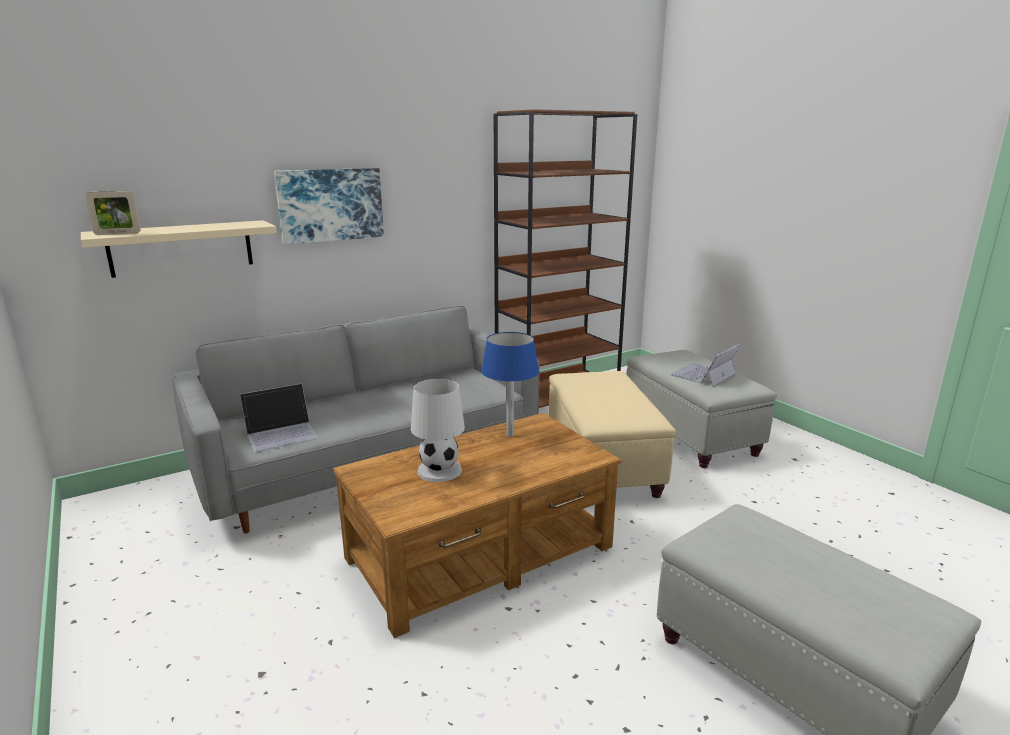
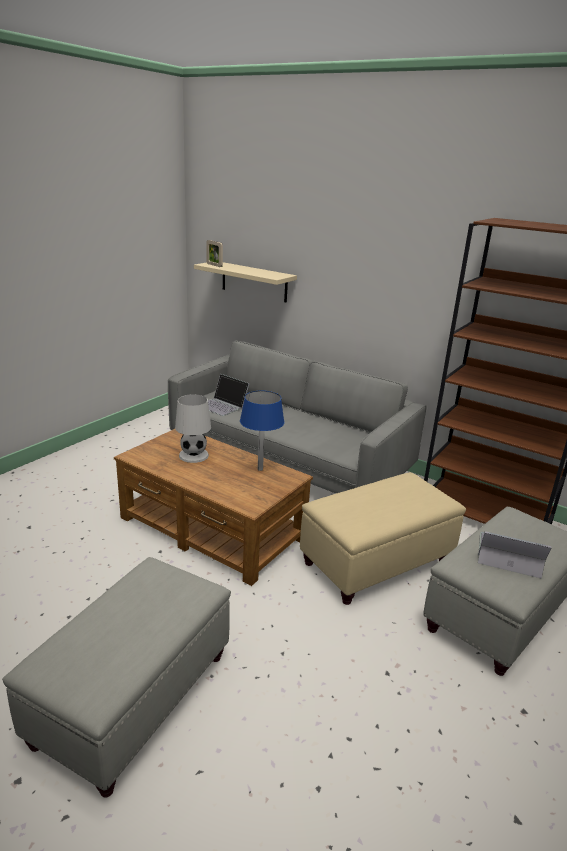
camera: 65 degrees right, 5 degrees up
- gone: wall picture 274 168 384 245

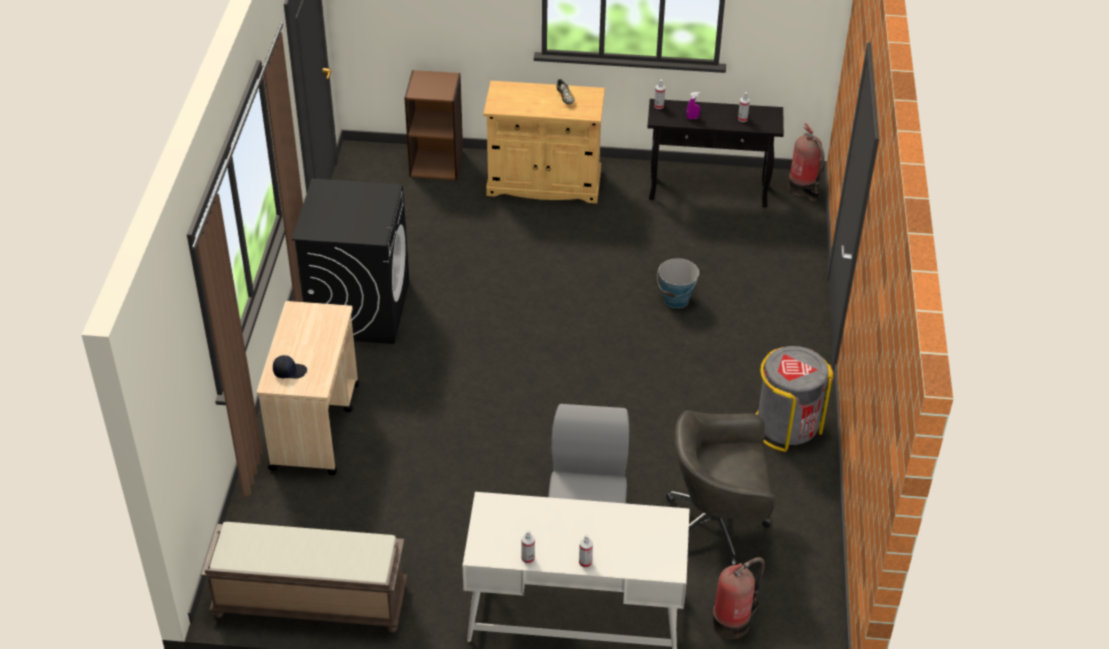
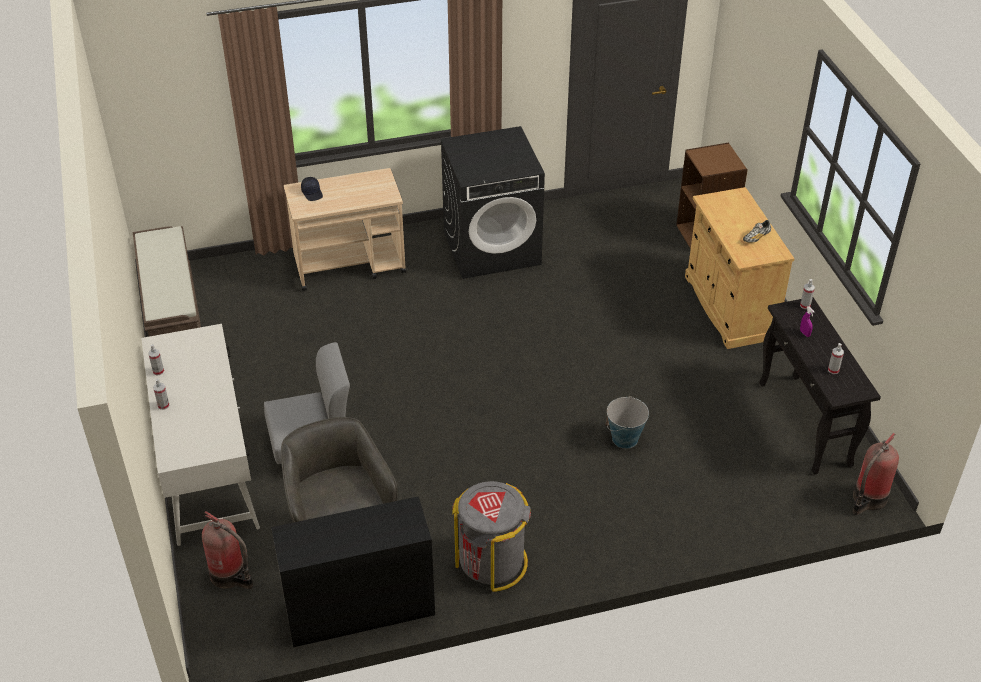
camera: 70 degrees right, 0 degrees up
- new: blackish desk unit 271 496 435 647

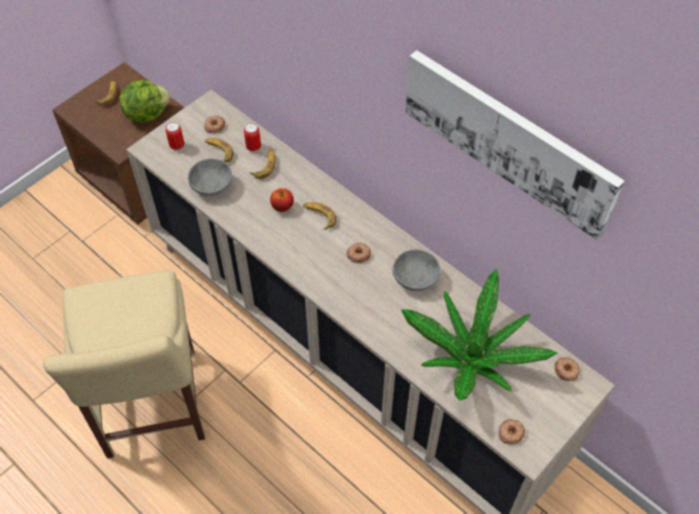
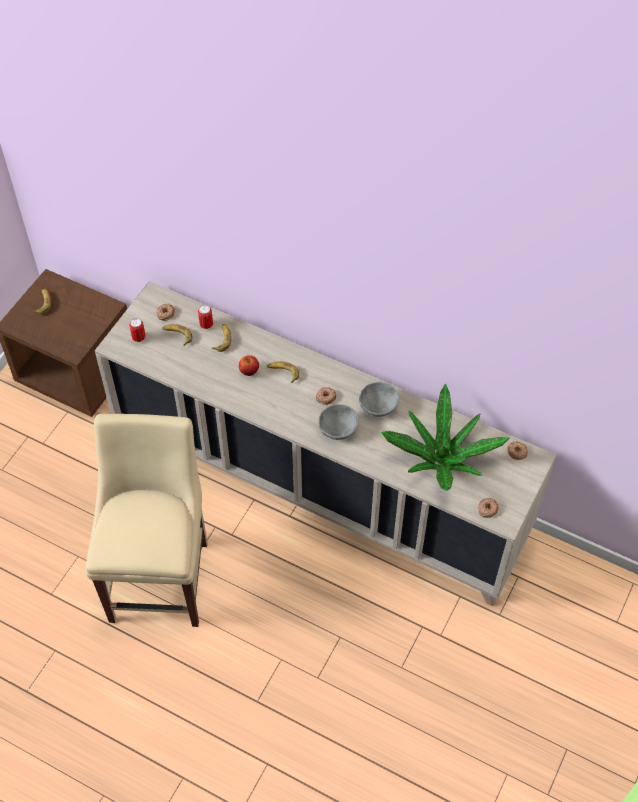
camera: 15 degrees left, 0 degrees up
- rotated: beige upright chair 43 270 205 459 = 85 414 208 627 150 degrees counterclockwise
- shifted: grey serving bowl 188 158 232 196 to 318 404 359 440
- gone: head of lettuce 119 80 171 123
- gone: wall picture 405 50 624 240

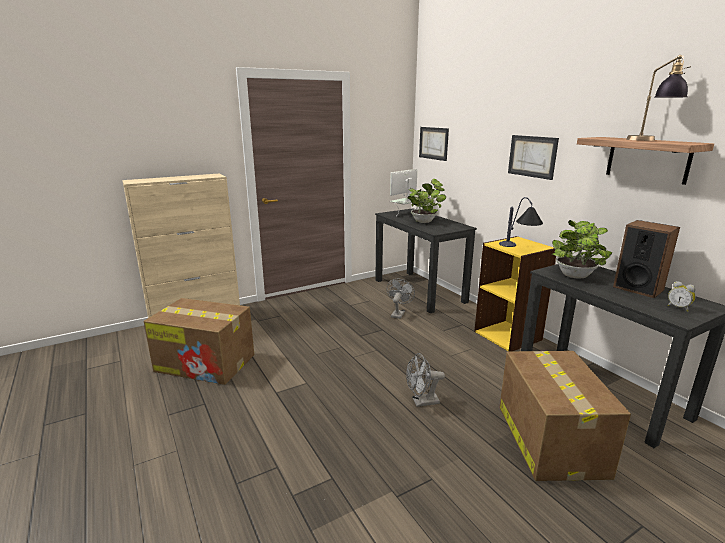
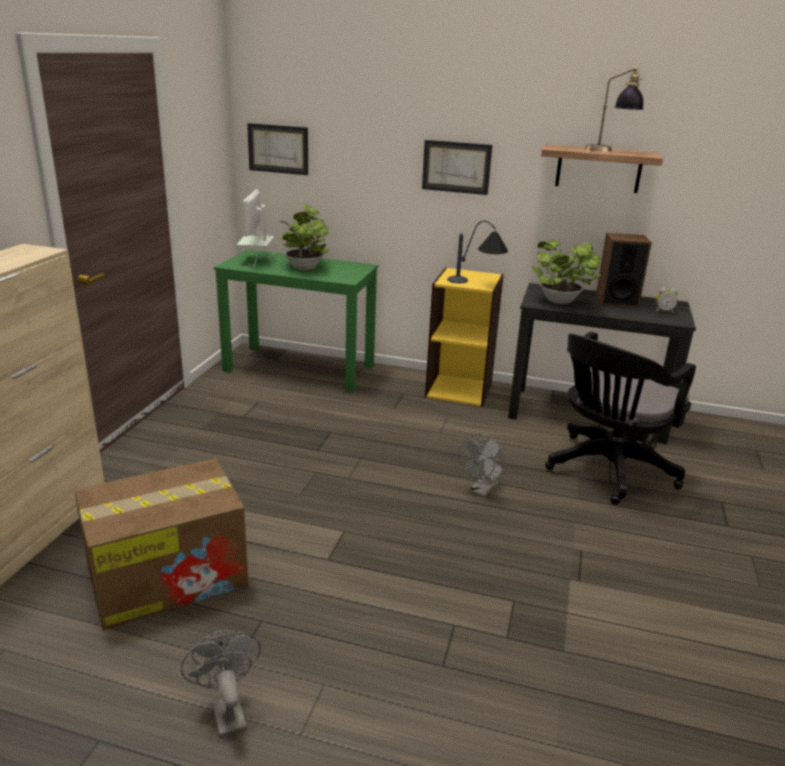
camera: 45 degrees left, 5 degrees up
- shifted: grey fan 387 279 415 319 to 181 630 261 739
- repainted: blackish desk unit 375 208 477 313 to green-coloured desk unit 214 249 378 393
- swapped: carton 499 351 631 481 to blackish computer chair 545 332 696 505

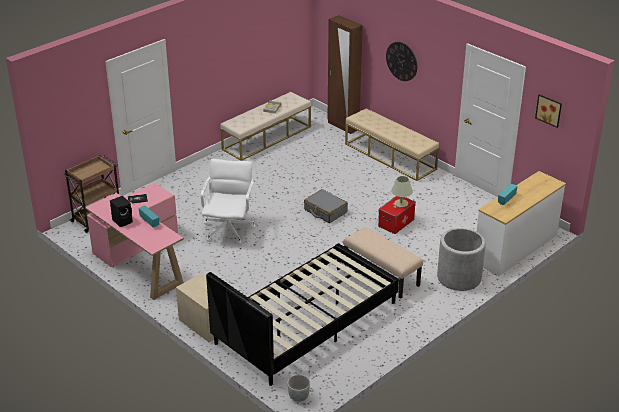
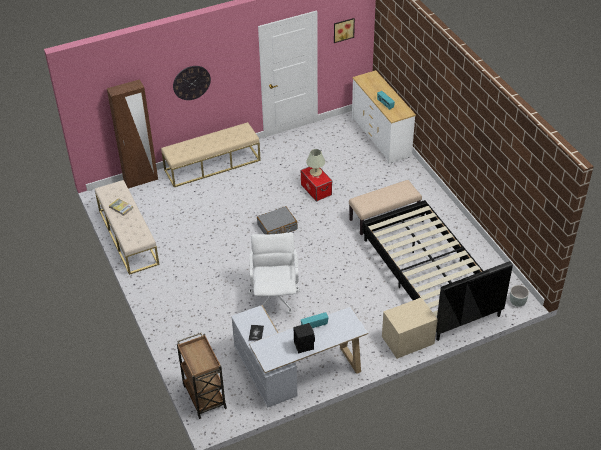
camera: 70 degrees left, 10 degrees up
- repainted: pink desk unit 85 183 184 300 to white-coloured desk unit 231 305 368 408
- rotated: white-coloured computer chair 201 159 255 244 = 248 233 300 314 60 degrees clockwise
- gone: grey flower pot 437 228 486 291

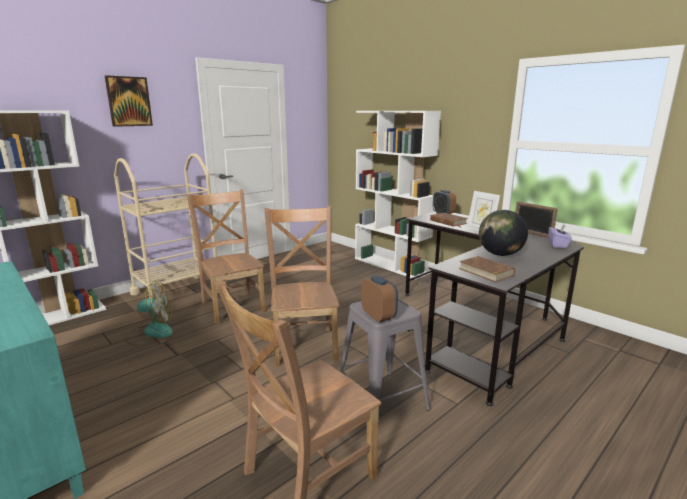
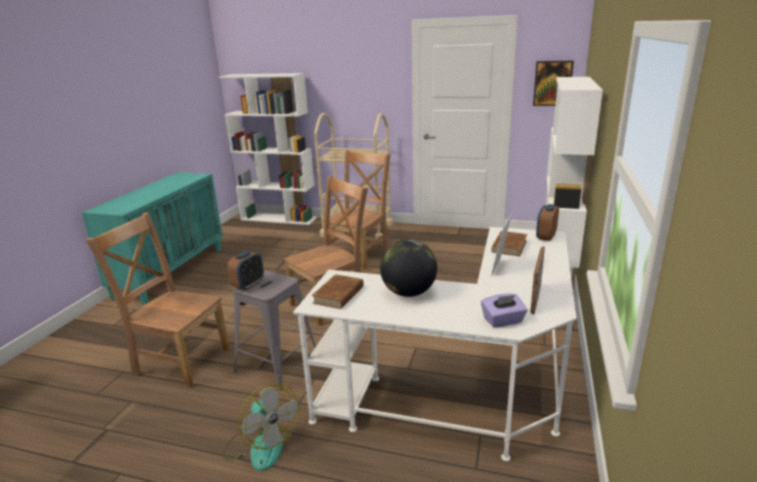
camera: 60 degrees right, 5 degrees up
- shifted: fan 126 281 173 346 to 222 383 299 471
- repainted: blackish desk unit 405 211 584 406 to white-coloured desk unit 293 227 577 461
- shifted: wall picture 105 75 153 127 to 533 61 574 106

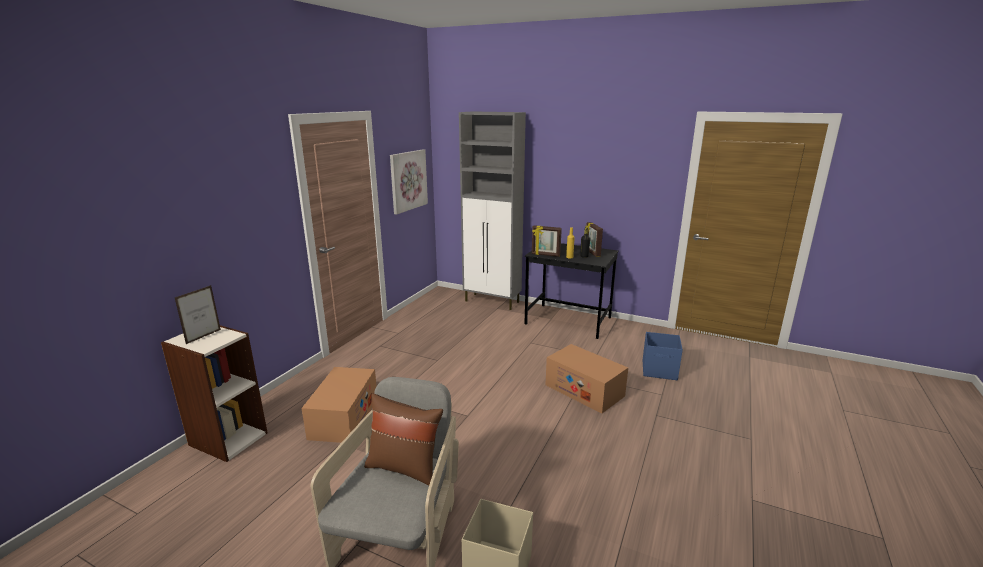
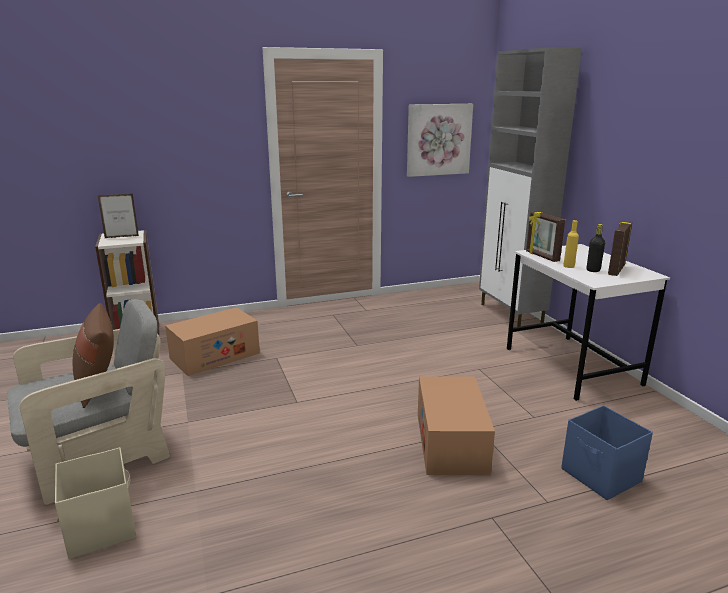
camera: 45 degrees right, 0 degrees up
- repainted: blackish desk unit 524 243 619 339 to white-coloured desk unit 507 244 670 401

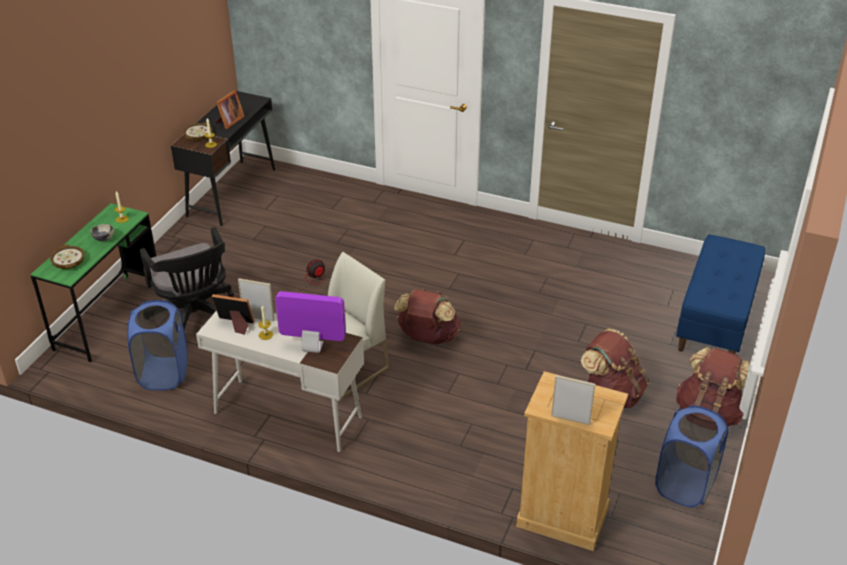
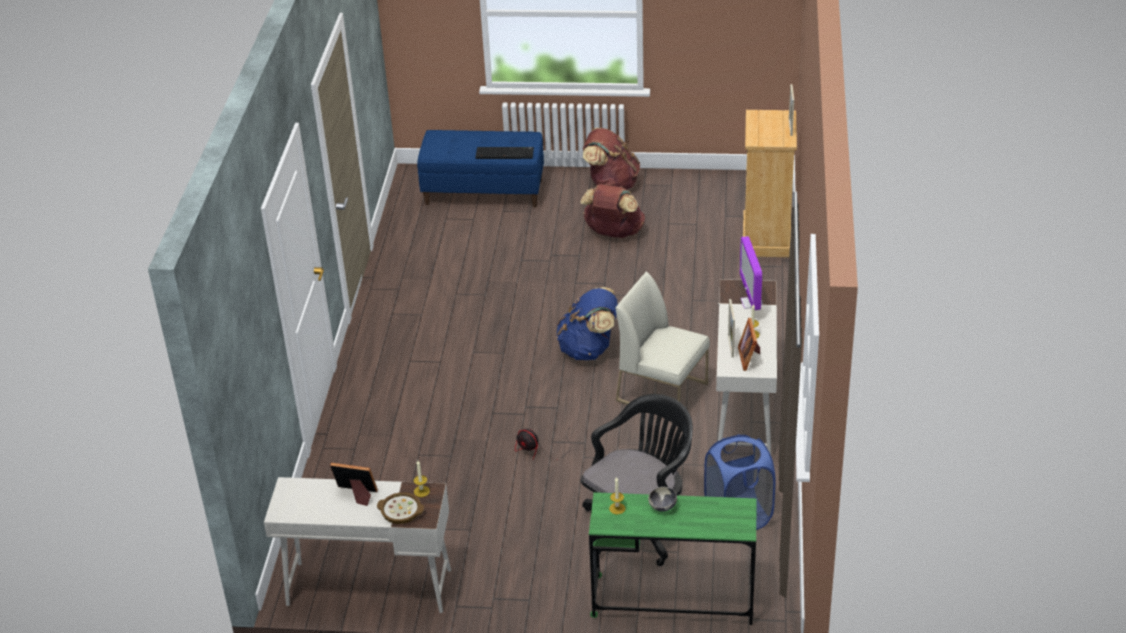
camera: 105 degrees left, 0 degrees up
- repainted: blackish desk unit 171 90 275 226 to white-coloured desk unit 264 477 451 613
- new: PC keyboard 476 147 534 159
- repainted: brown knapsack 394 289 462 344 to blue knapsack 557 287 617 360
- gone: serving bowl 50 244 85 269
- gone: blue hamper 655 405 729 508

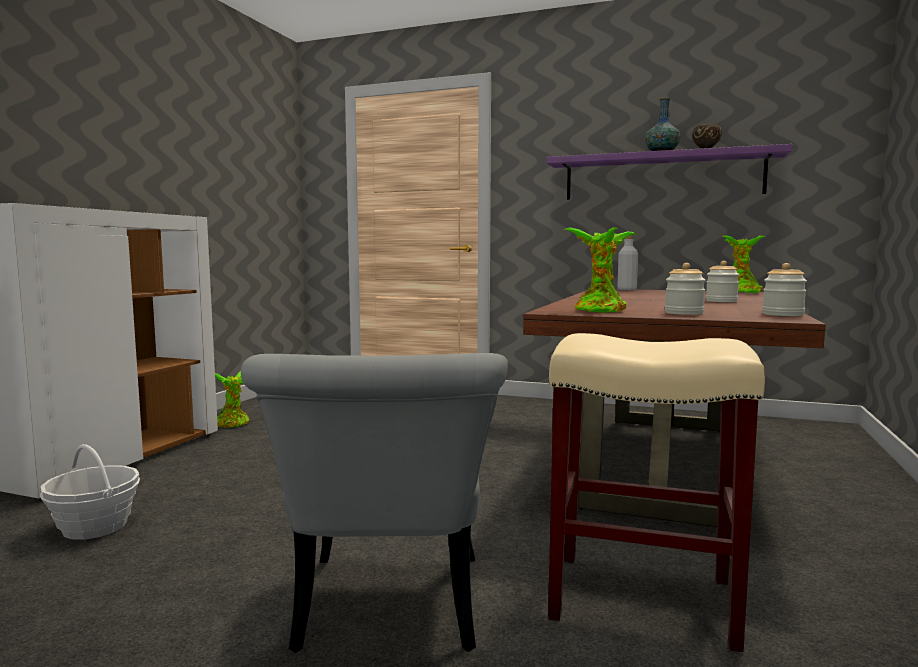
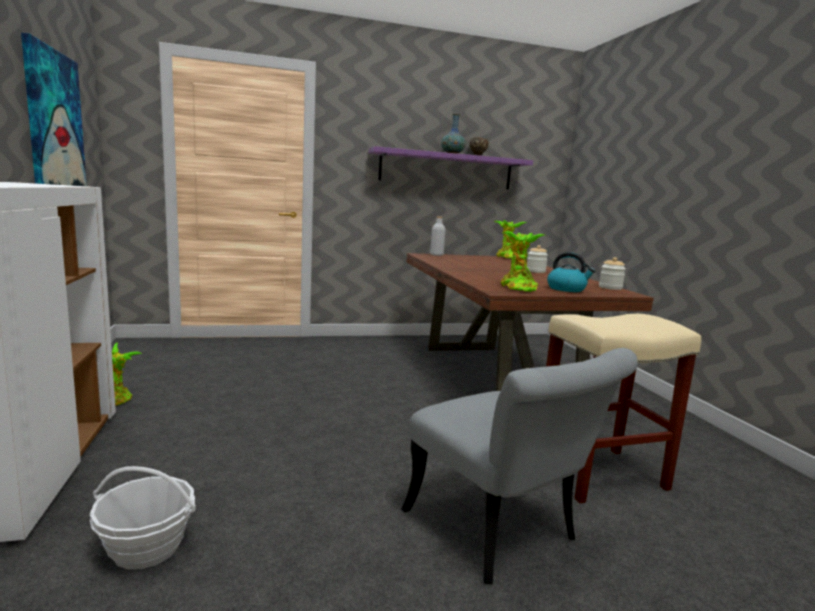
camera: 35 degrees left, 5 degrees up
- new: wall picture 21 33 86 186
- swapped: jar 665 263 706 315 to water kettle 547 252 595 292

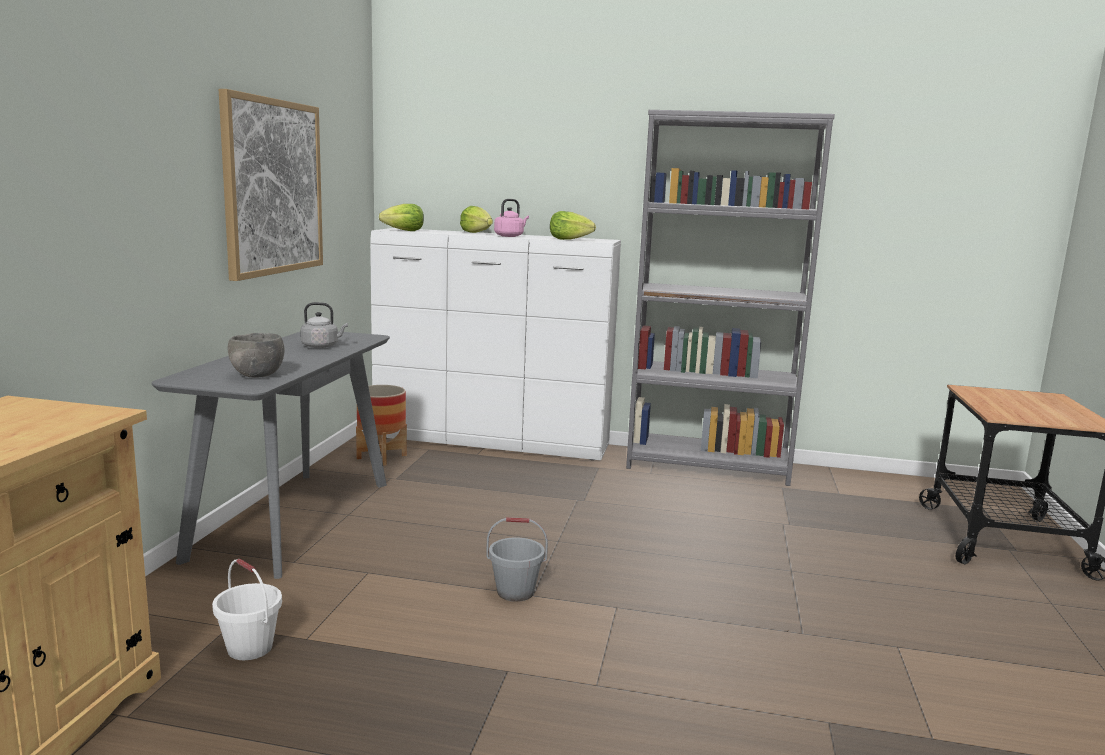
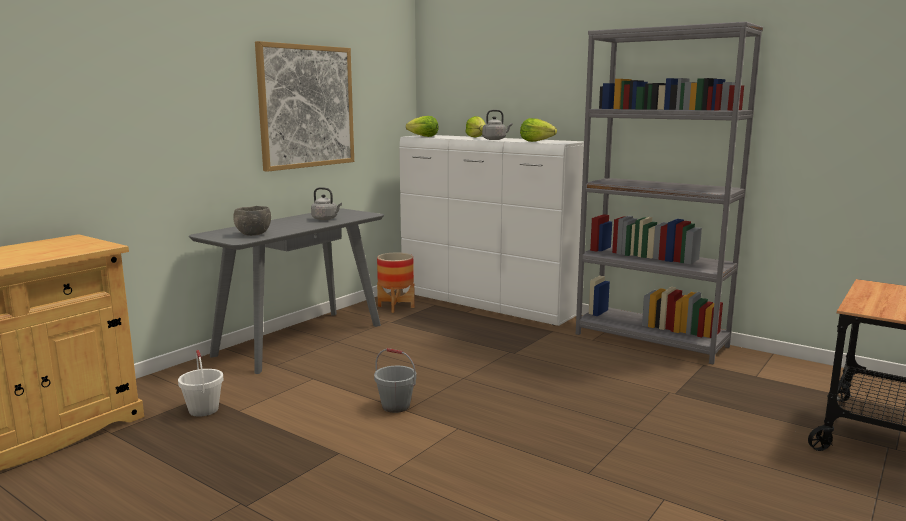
camera: 25 degrees right, 0 degrees up
- repainted: pink water kettle 494 199 529 237 to grey water kettle 482 110 513 140

